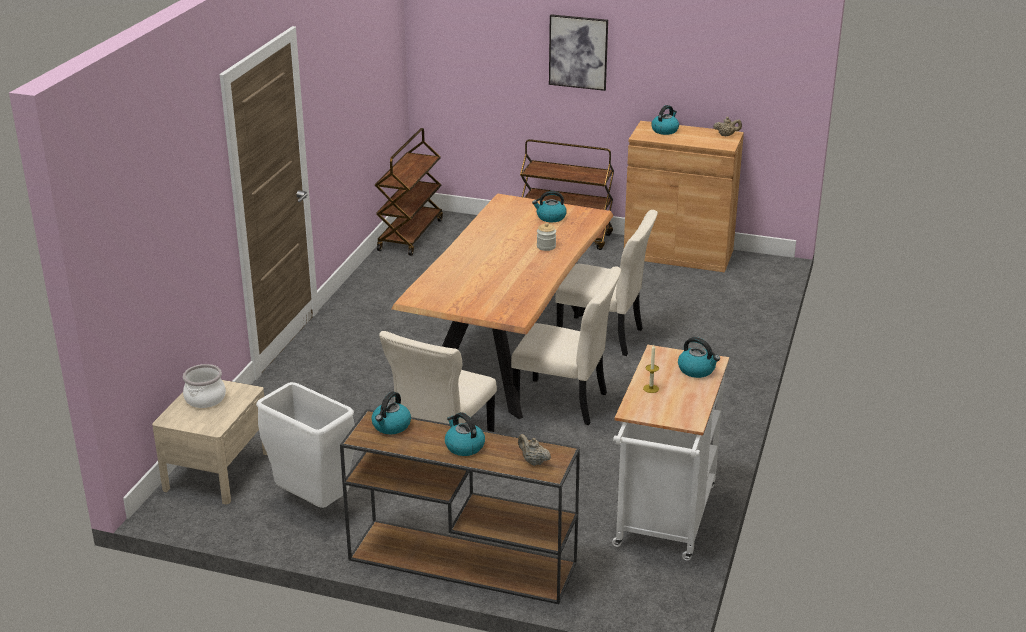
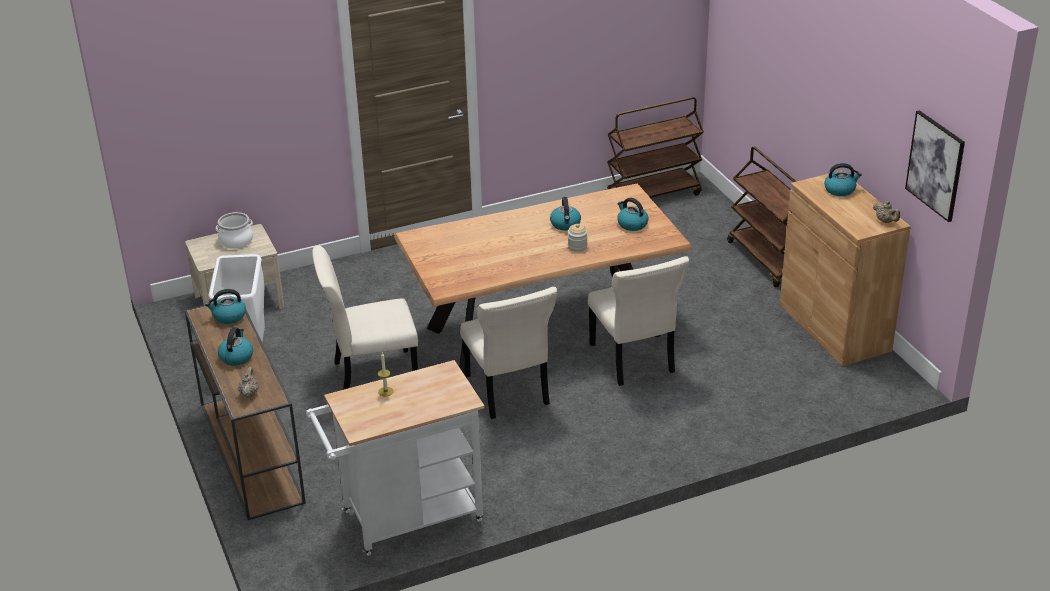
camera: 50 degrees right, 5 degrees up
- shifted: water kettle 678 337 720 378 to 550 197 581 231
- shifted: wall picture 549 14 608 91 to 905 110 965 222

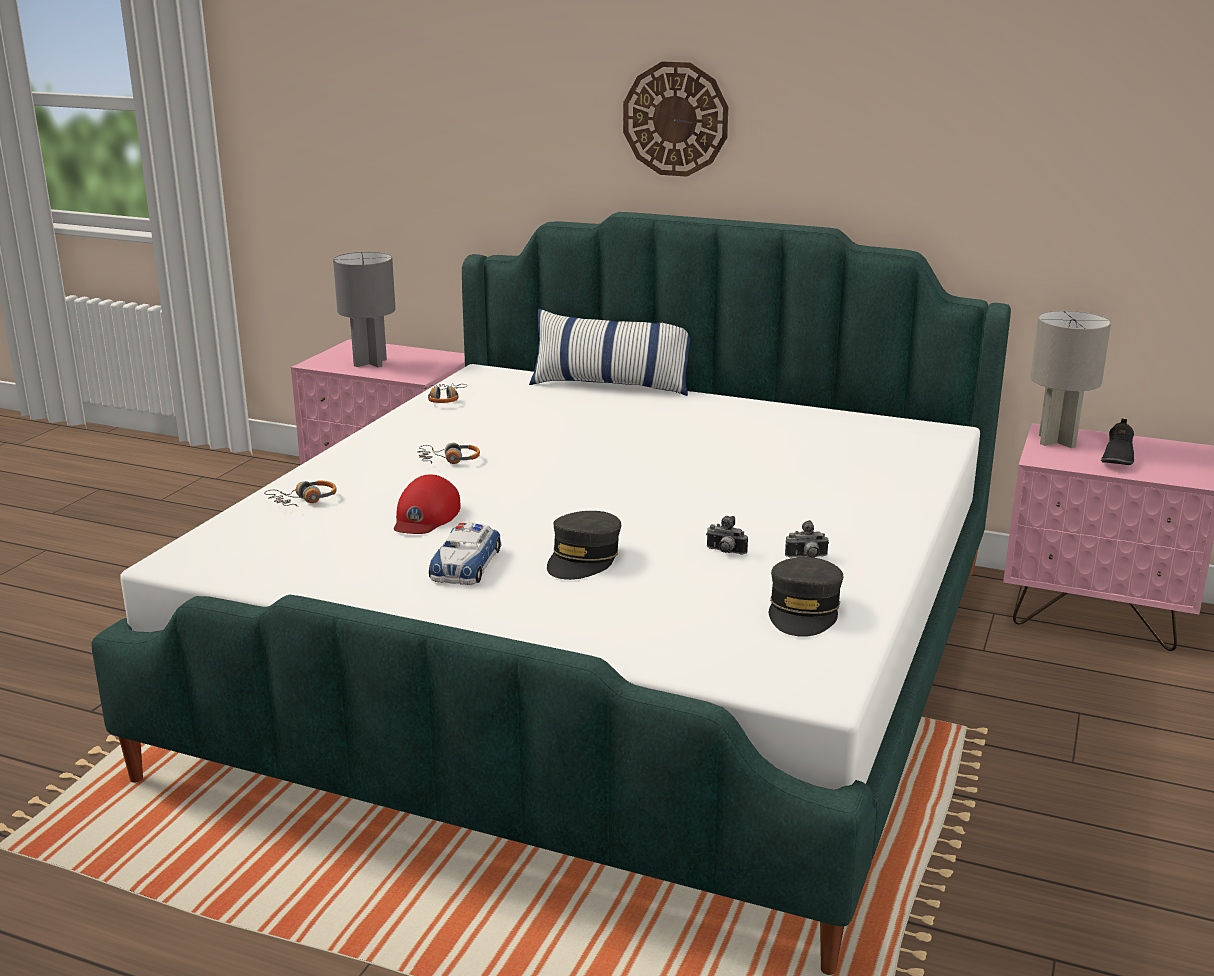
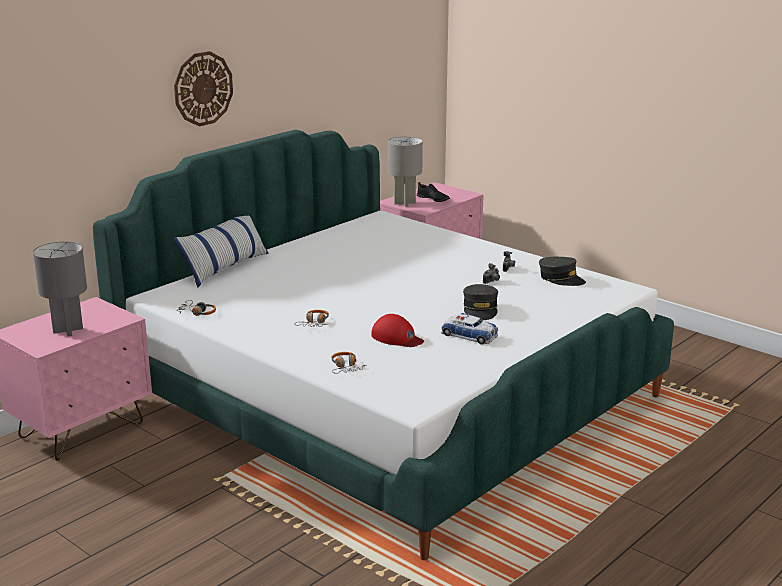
camera: 70 degrees left, 0 degrees up
- rotated: grey cap 547 511 621 580 = 463 284 498 320 45 degrees clockwise

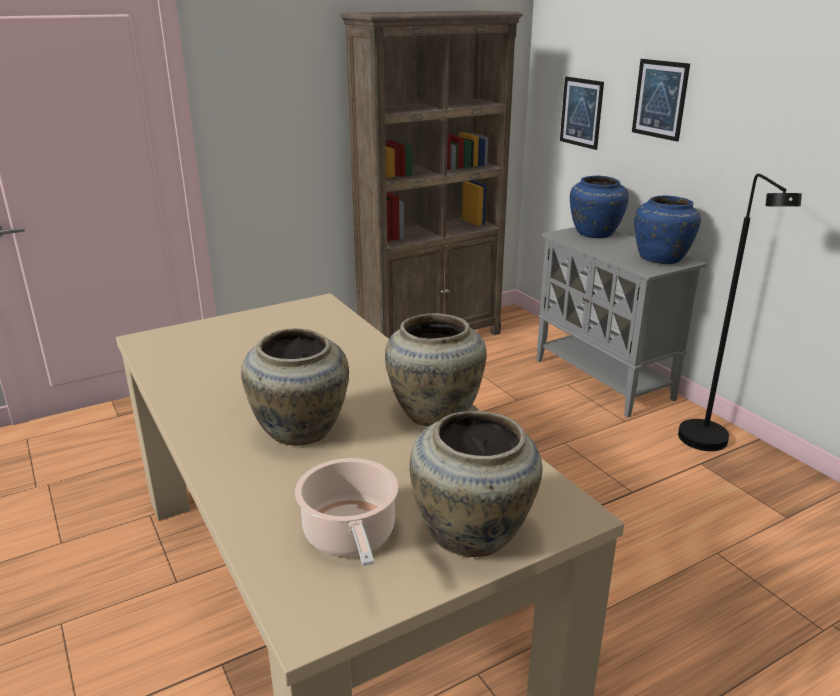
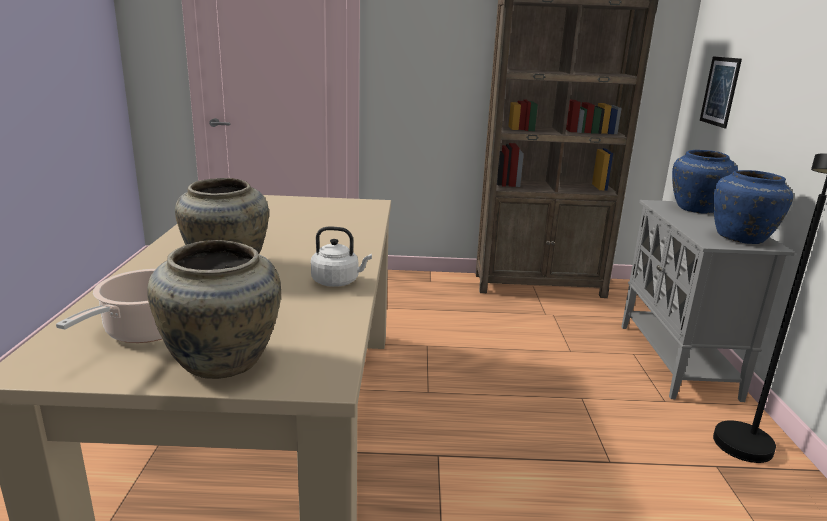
camera: 30 degrees right, 5 degrees down
- swapped: beige decorative vase 385 313 486 426 to white-coloured water kettle 311 227 372 287
- gone: wall picture 632 59 690 142

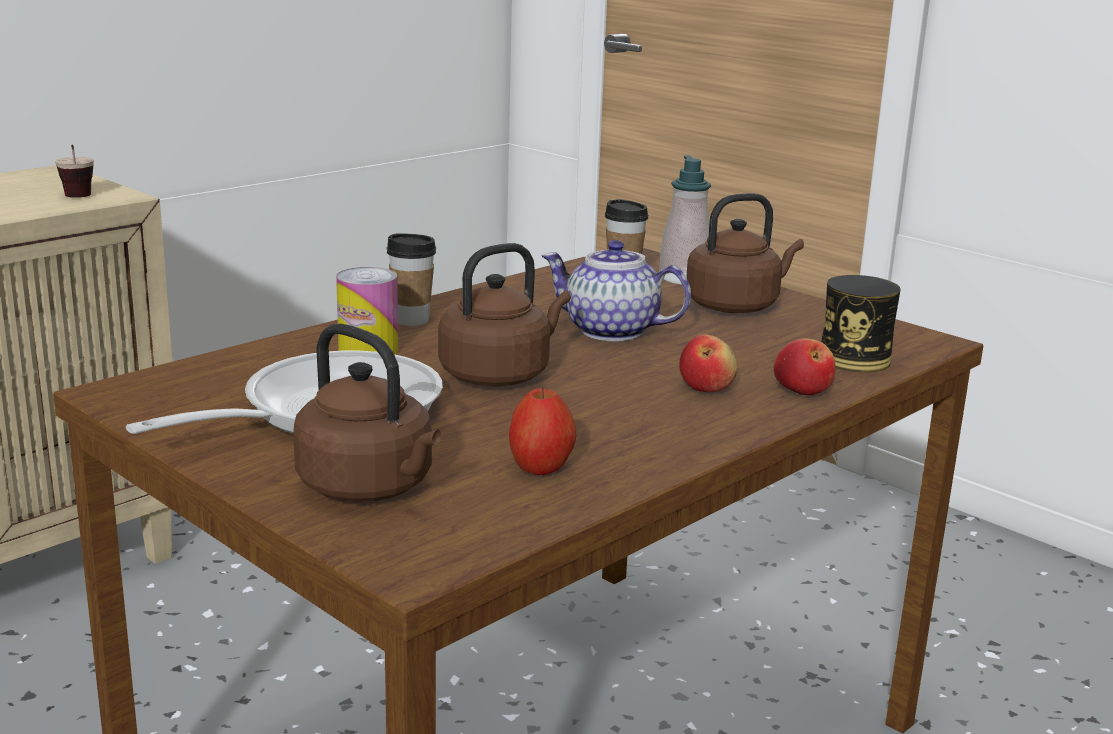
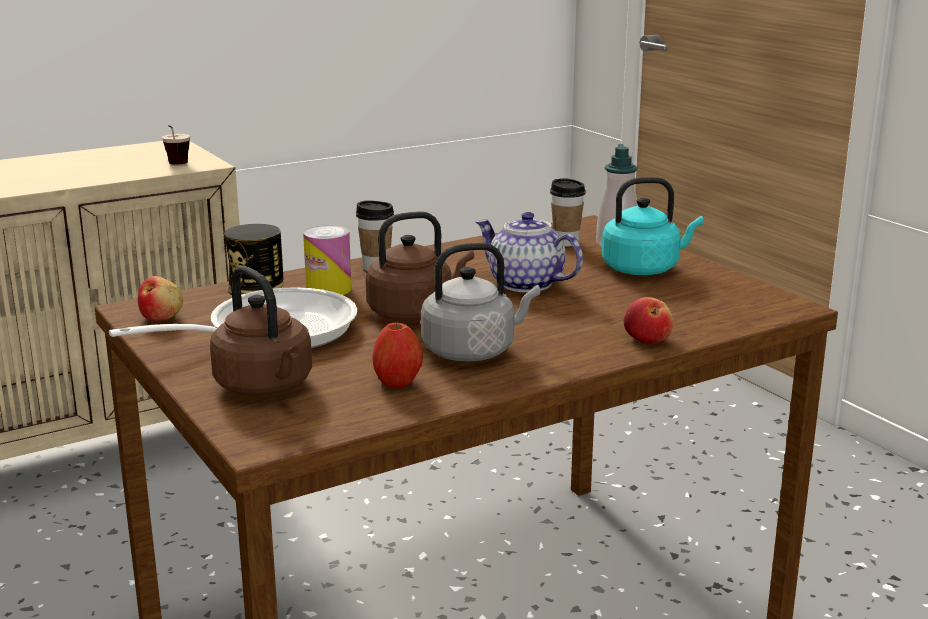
camera: 15 degrees right, 0 degrees up
- shifted: whole apple 679 334 737 392 to 138 276 183 321
- shifted: can 821 275 901 372 to 224 224 284 295
- new: grey water kettle 421 243 540 362
- repainted: brown water kettle 686 193 804 313 to turquoise water kettle 602 177 704 275

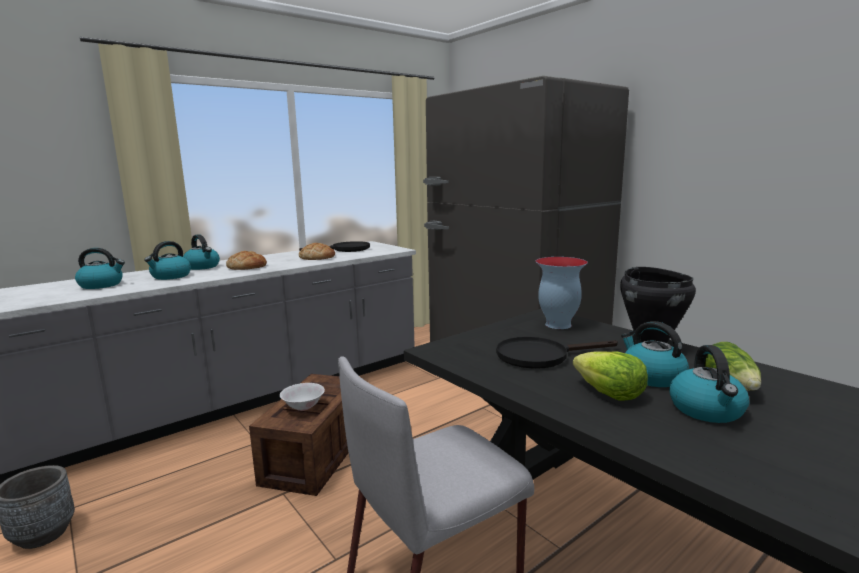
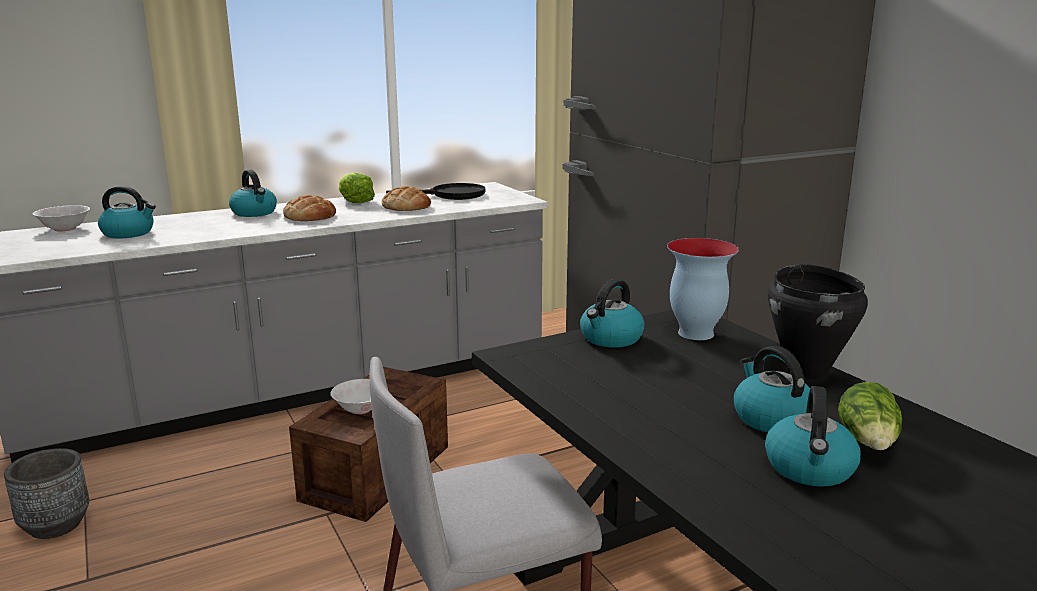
camera: 10 degrees right, 5 degrees up
- new: white-coloured serving bowl 33 205 90 232
- shifted: head of lettuce 573 351 648 401 to 339 173 375 203
- shifted: water kettle 144 241 191 280 to 580 279 645 348
- gone: blackish pan 496 337 618 369

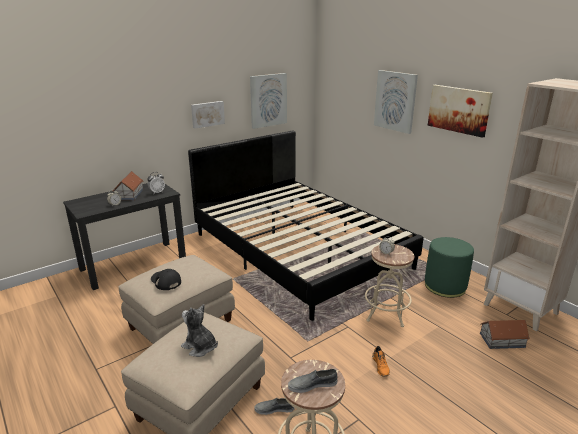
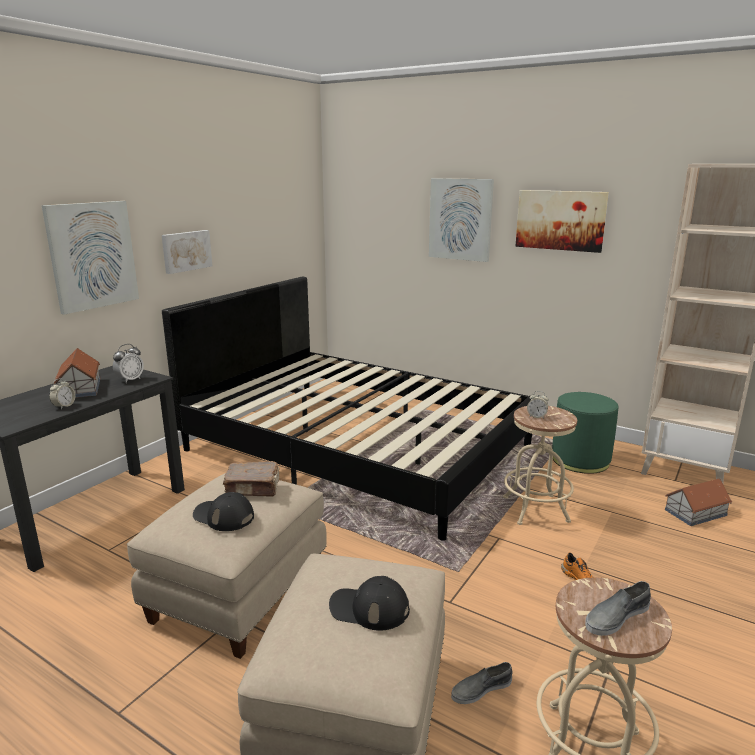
camera: 20 degrees left, 5 degrees down
- shifted: wall picture 250 73 287 129 to 42 201 139 315
- new: brown bound book 223 461 280 496
- swapped: soft toy 181 304 218 357 to blackish cap 329 576 410 631

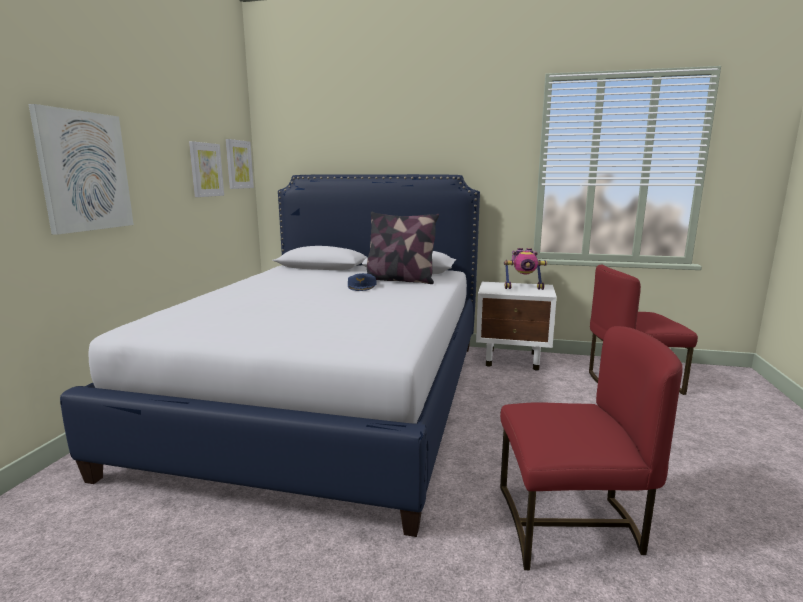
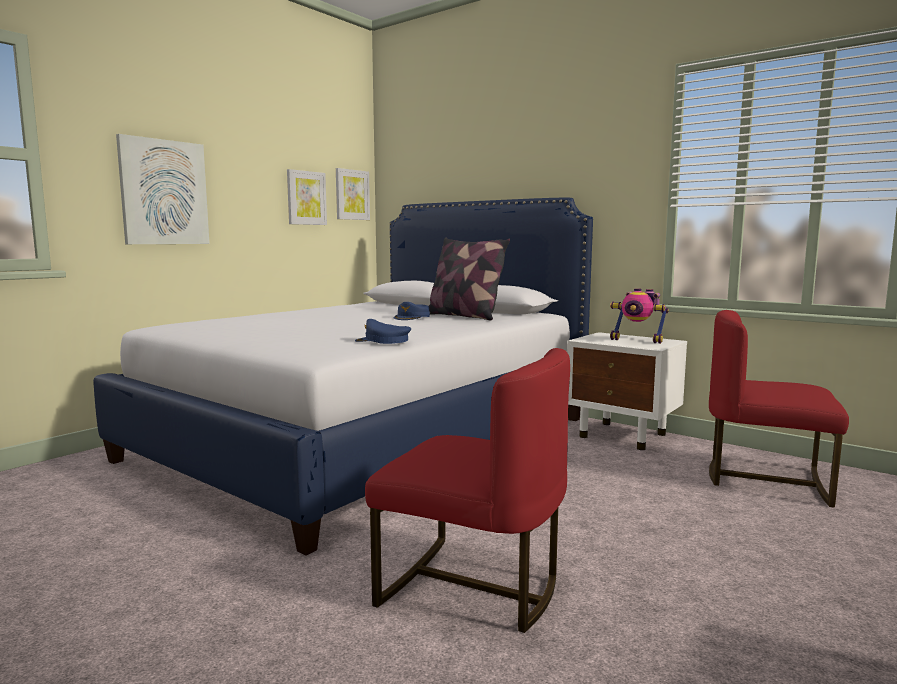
camera: 25 degrees right, 5 degrees down
- new: blue cap 355 319 411 344

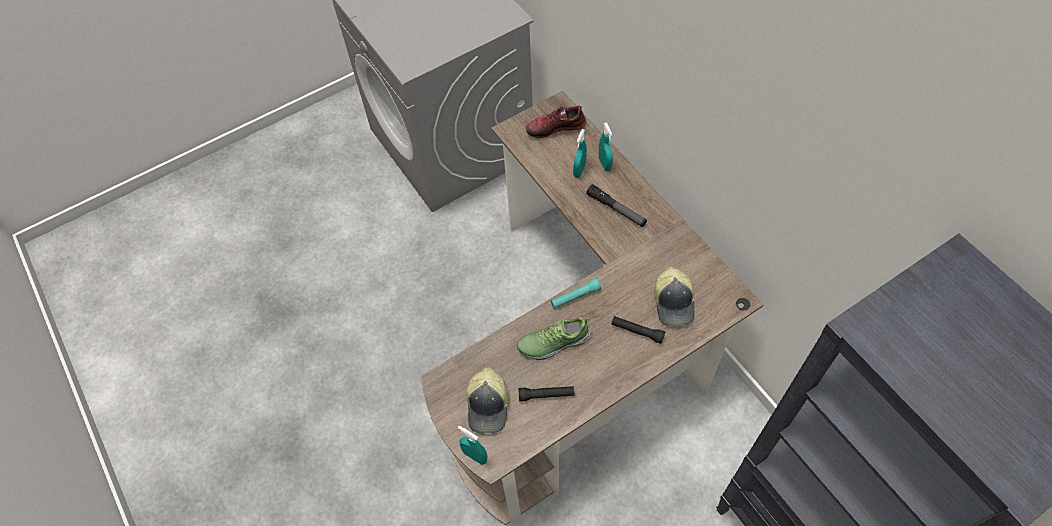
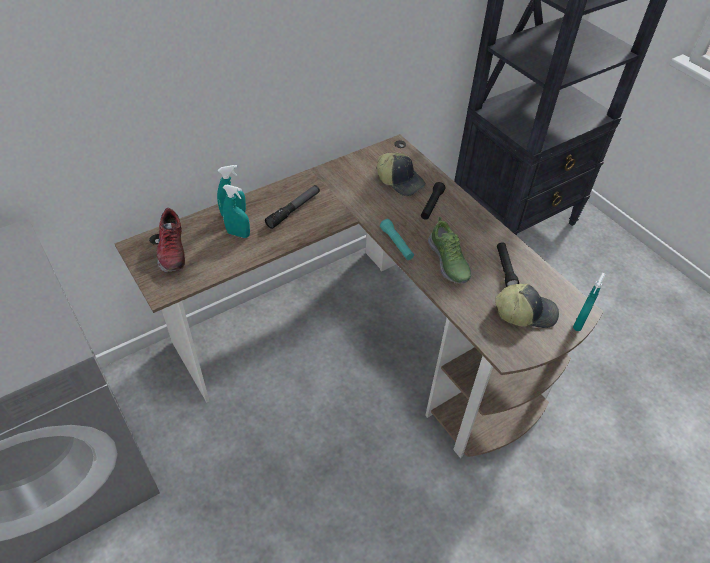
camera: 95 degrees left, 10 degrees down
- rotated: cap 654 267 695 326 = 377 153 426 196 45 degrees clockwise

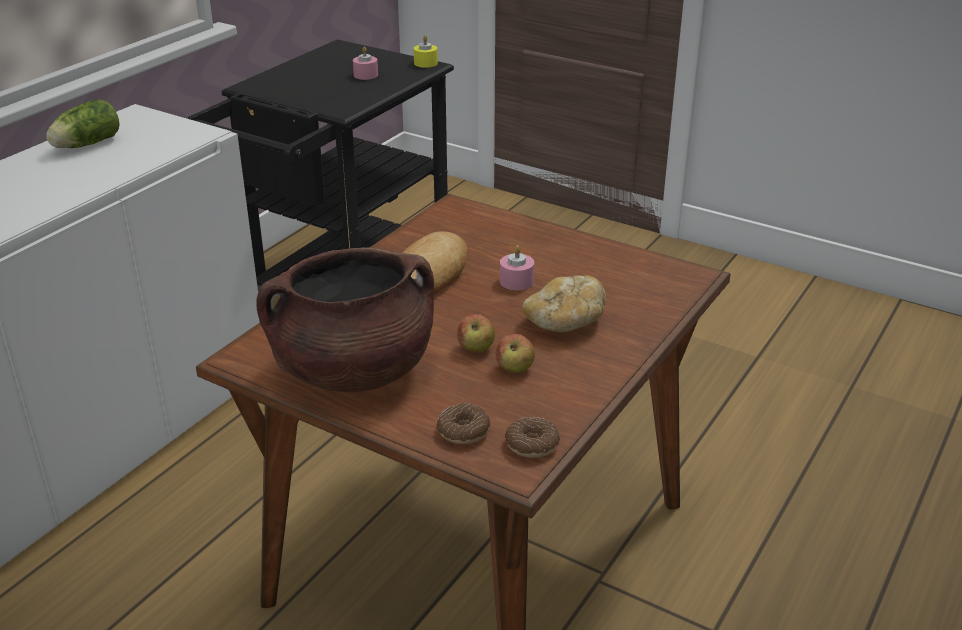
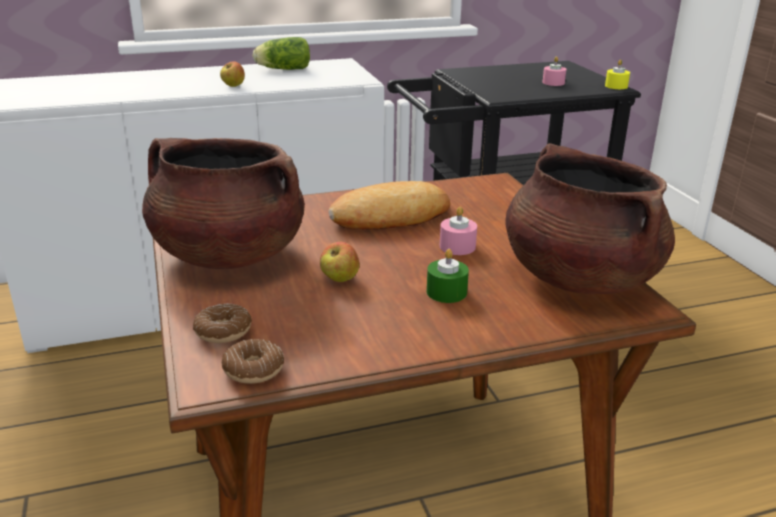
camera: 40 degrees right, 5 degrees down
- shifted: whole apple 496 334 535 373 to 220 61 245 87
- swapped: bakery bread 522 275 606 332 to green-coloured wax light 427 249 469 303
- new: brown stockpot 505 143 675 294

